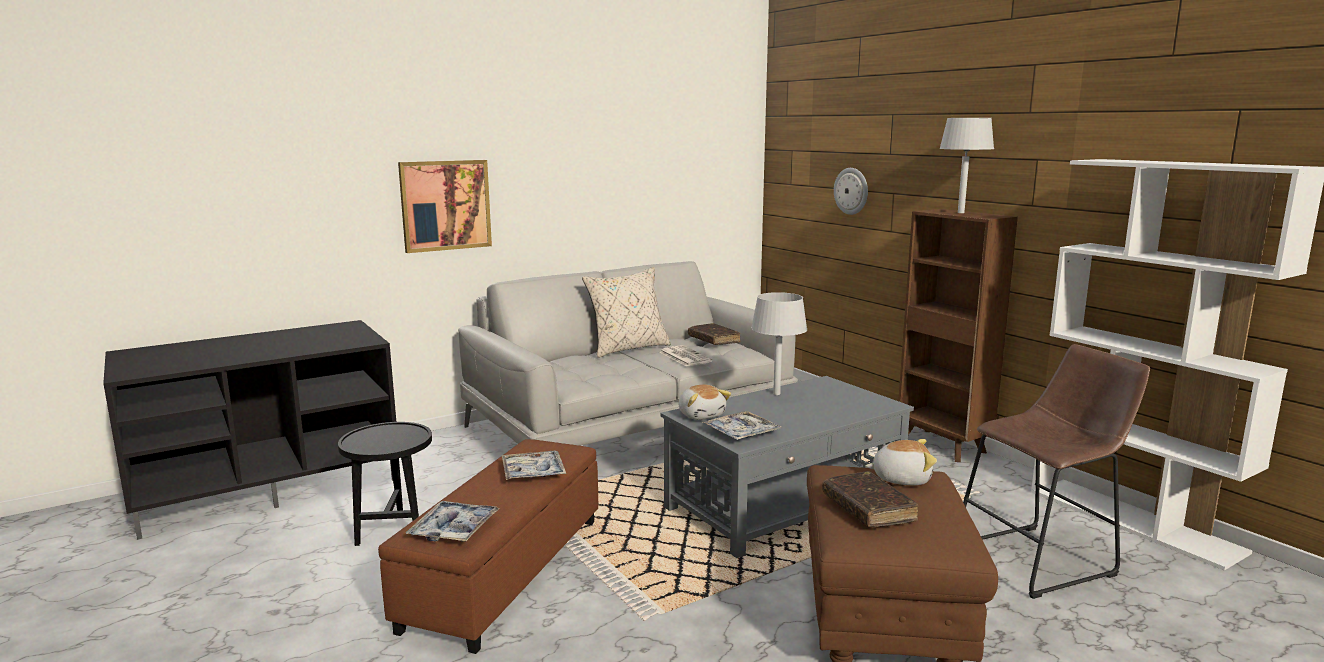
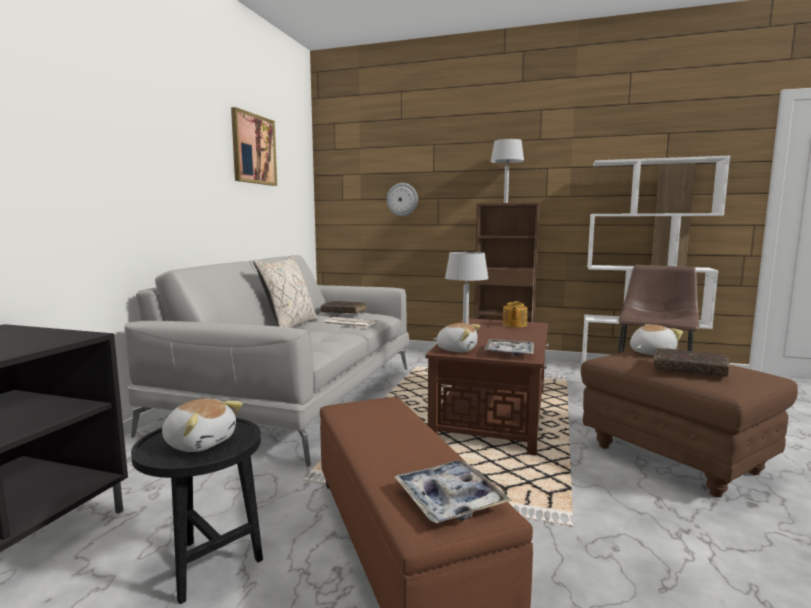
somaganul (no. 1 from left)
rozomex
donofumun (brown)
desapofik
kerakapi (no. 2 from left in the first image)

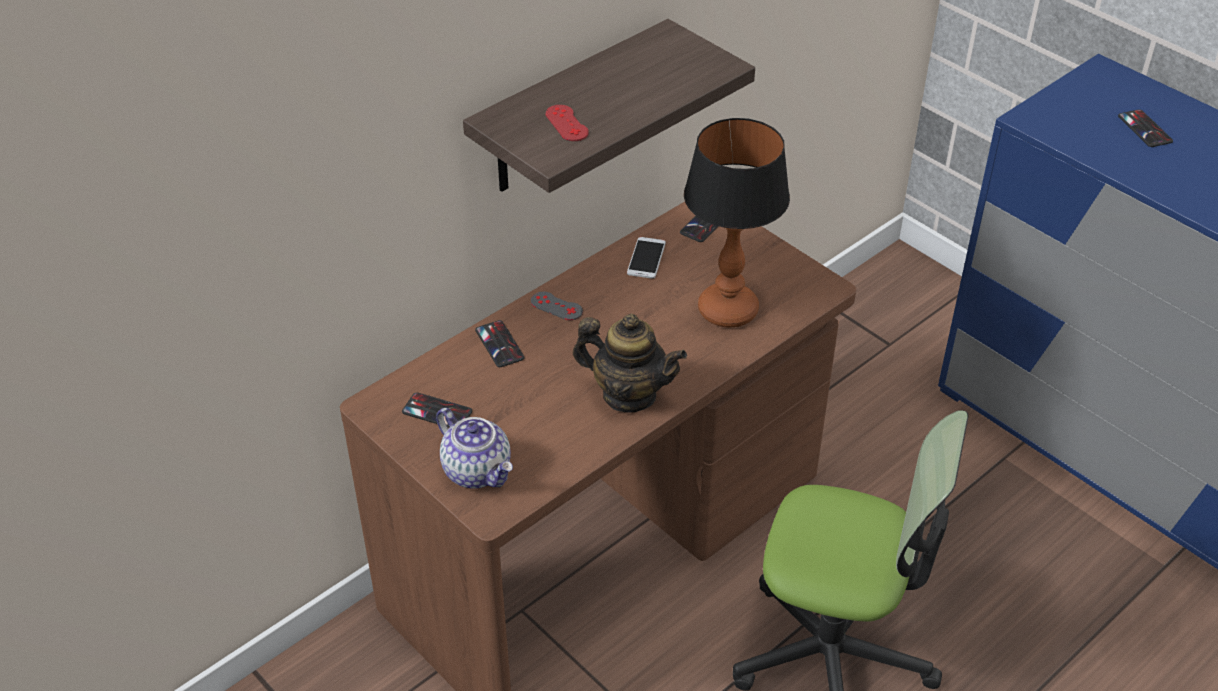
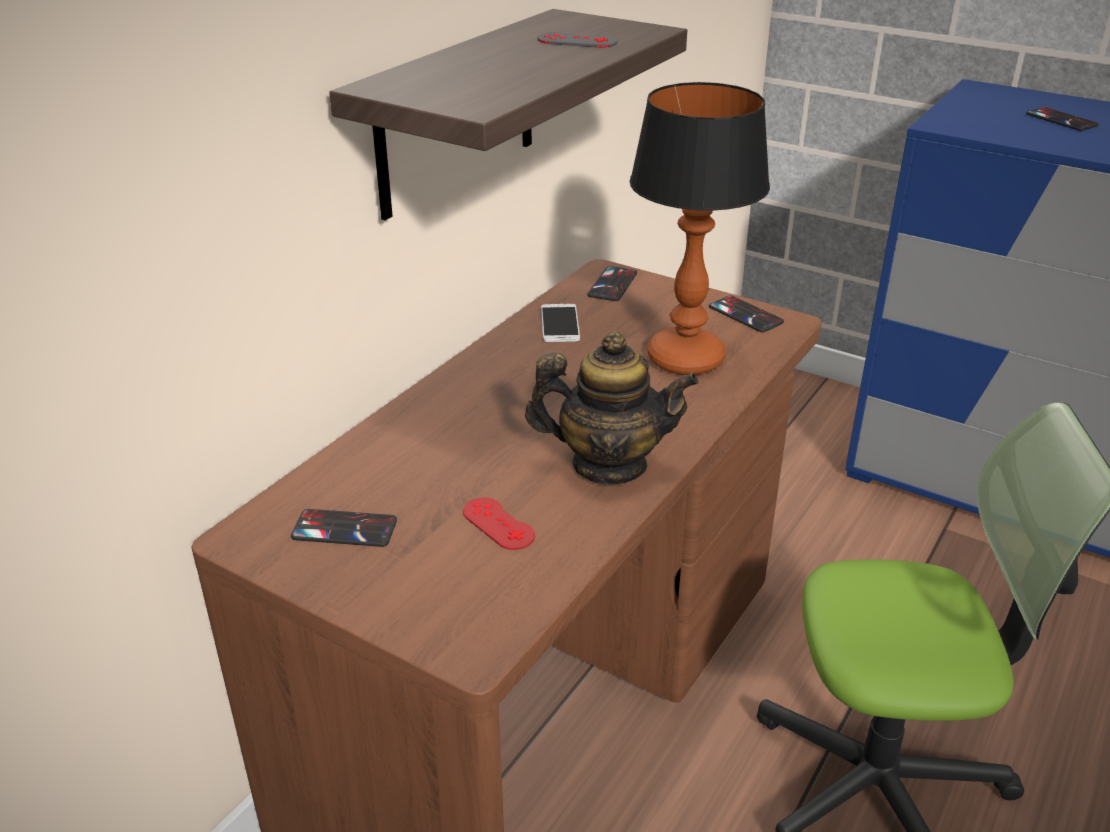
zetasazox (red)
zetasazox (grey)
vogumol (no. 4 from left)
desapofik (no. 1 from left in the first image)

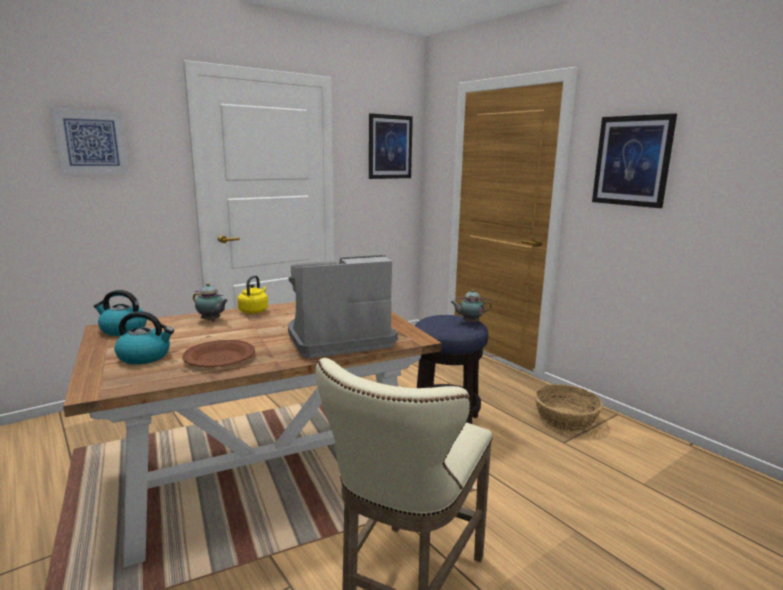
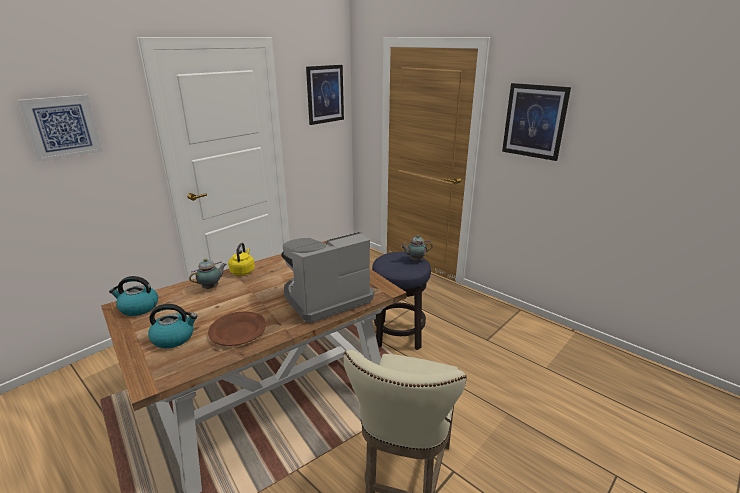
desapofik (no. 1 from left)
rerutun

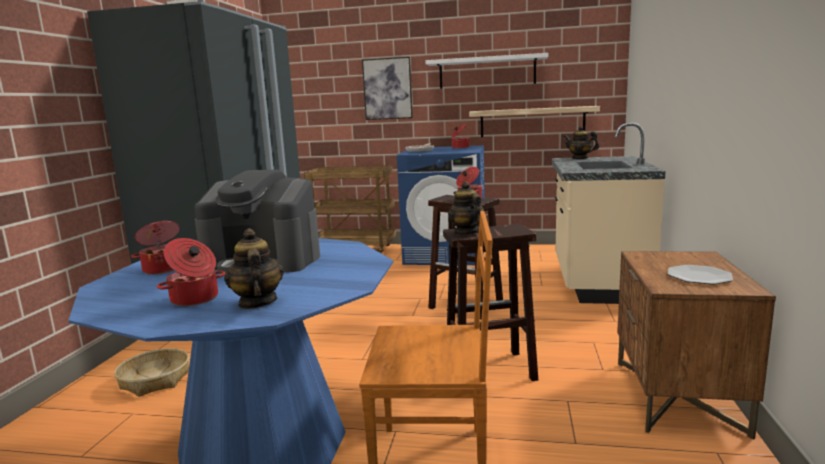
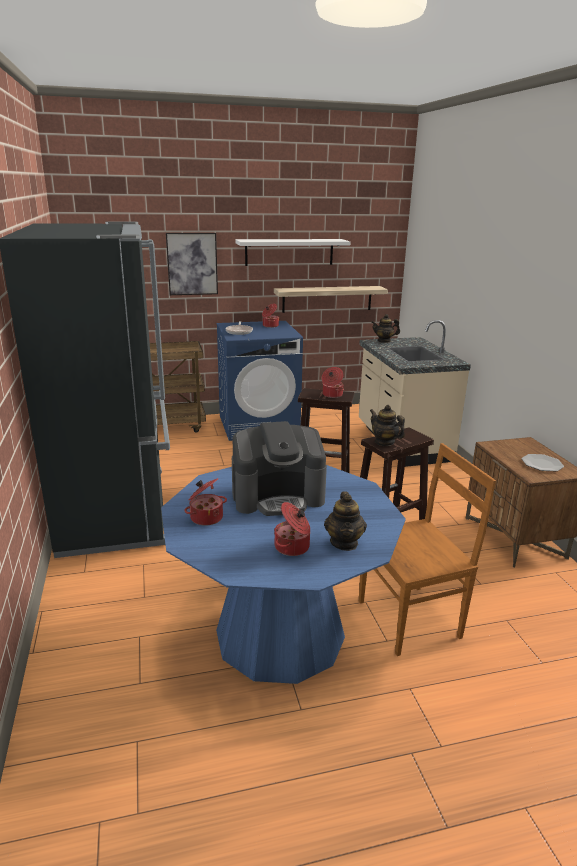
desapofik (no. 1 from left)
rerutun

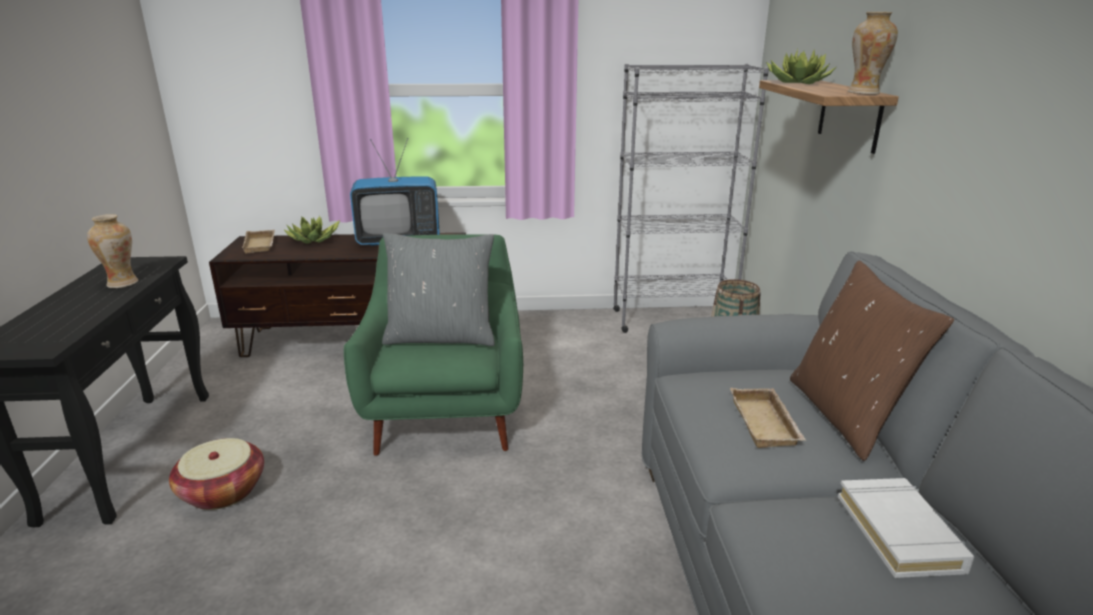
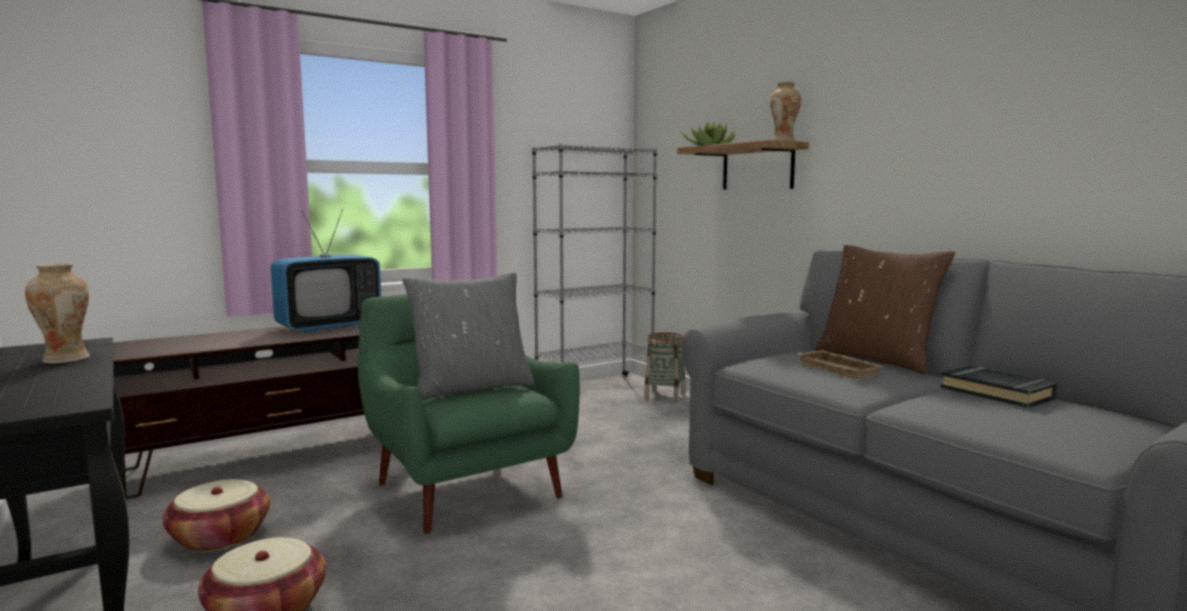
rerutun (no. 1 from left)
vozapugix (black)
kerakapi (beige) (no. 1 from left in the first image)
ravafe (no. 1 from left in the first image)

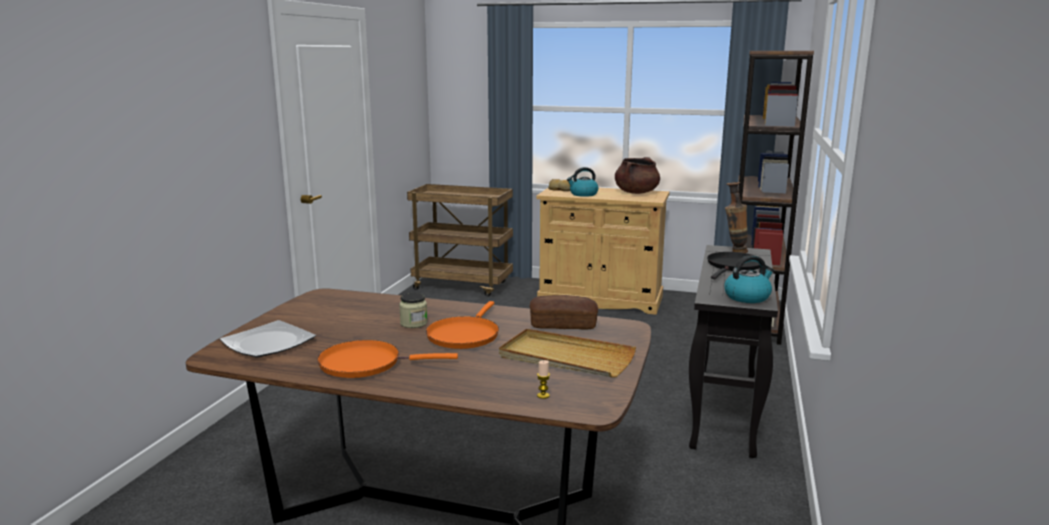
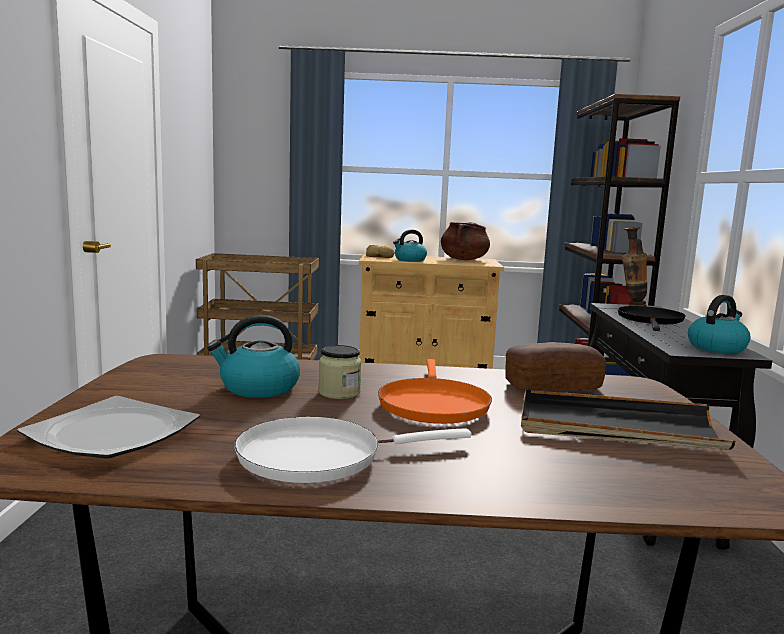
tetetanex (no. 1 from left)
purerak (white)
kerakapi (black)
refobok

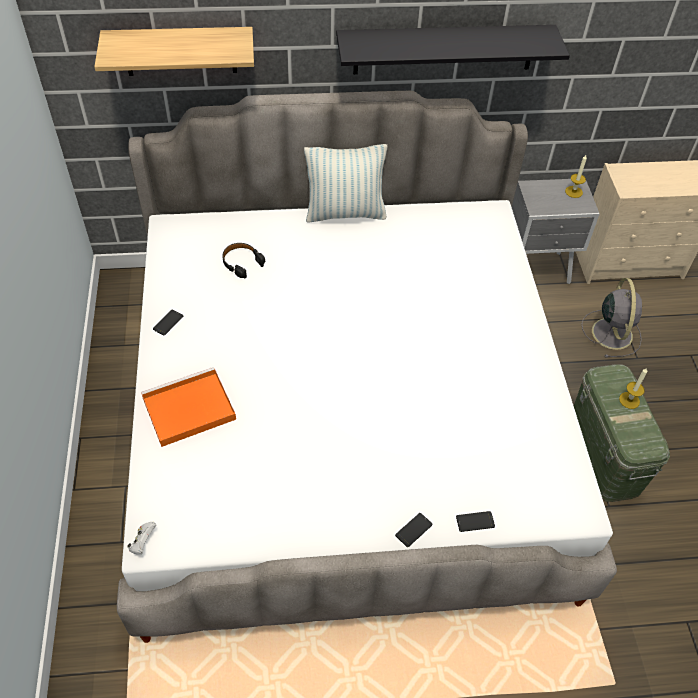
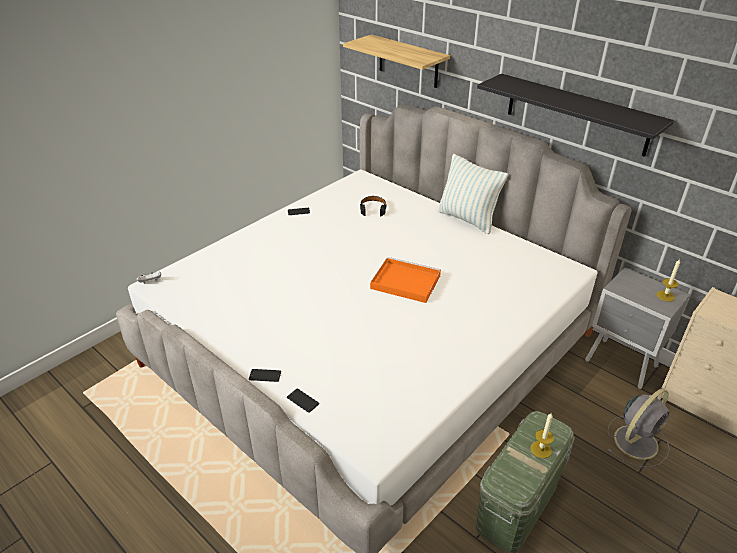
kerakapi (orange)

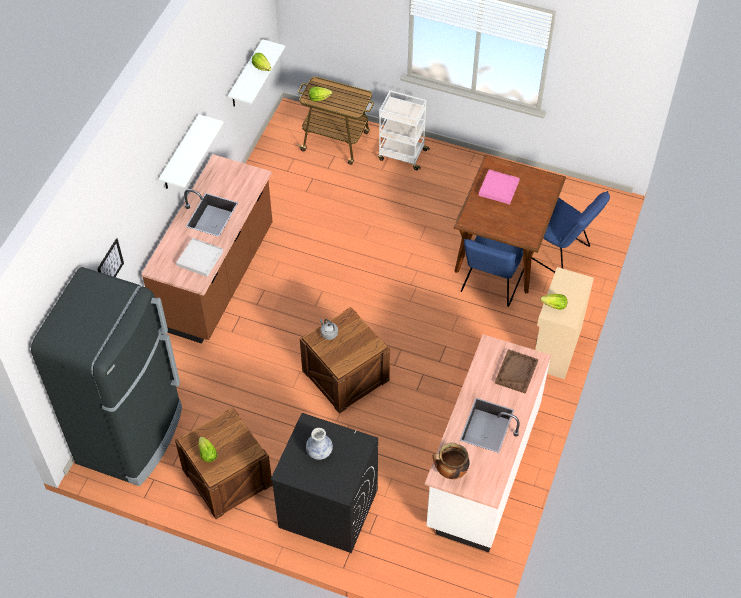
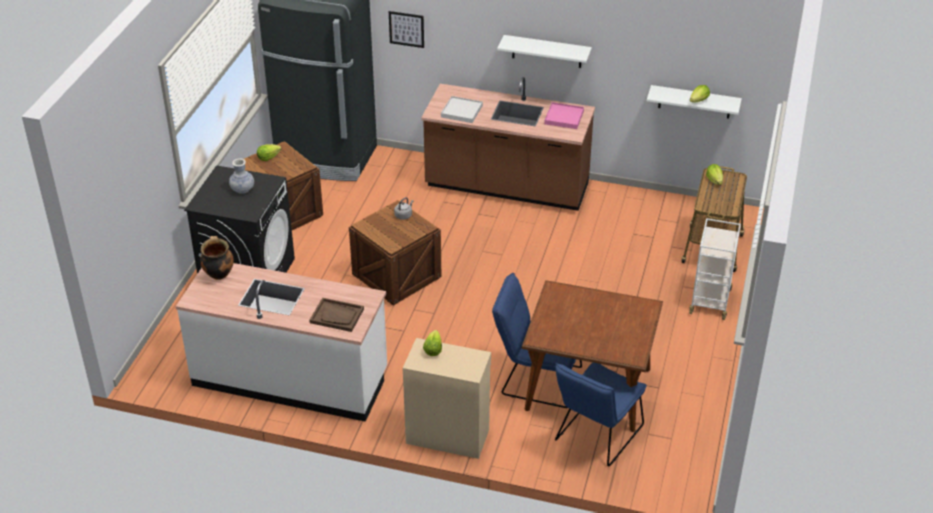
kerakapi (pink)

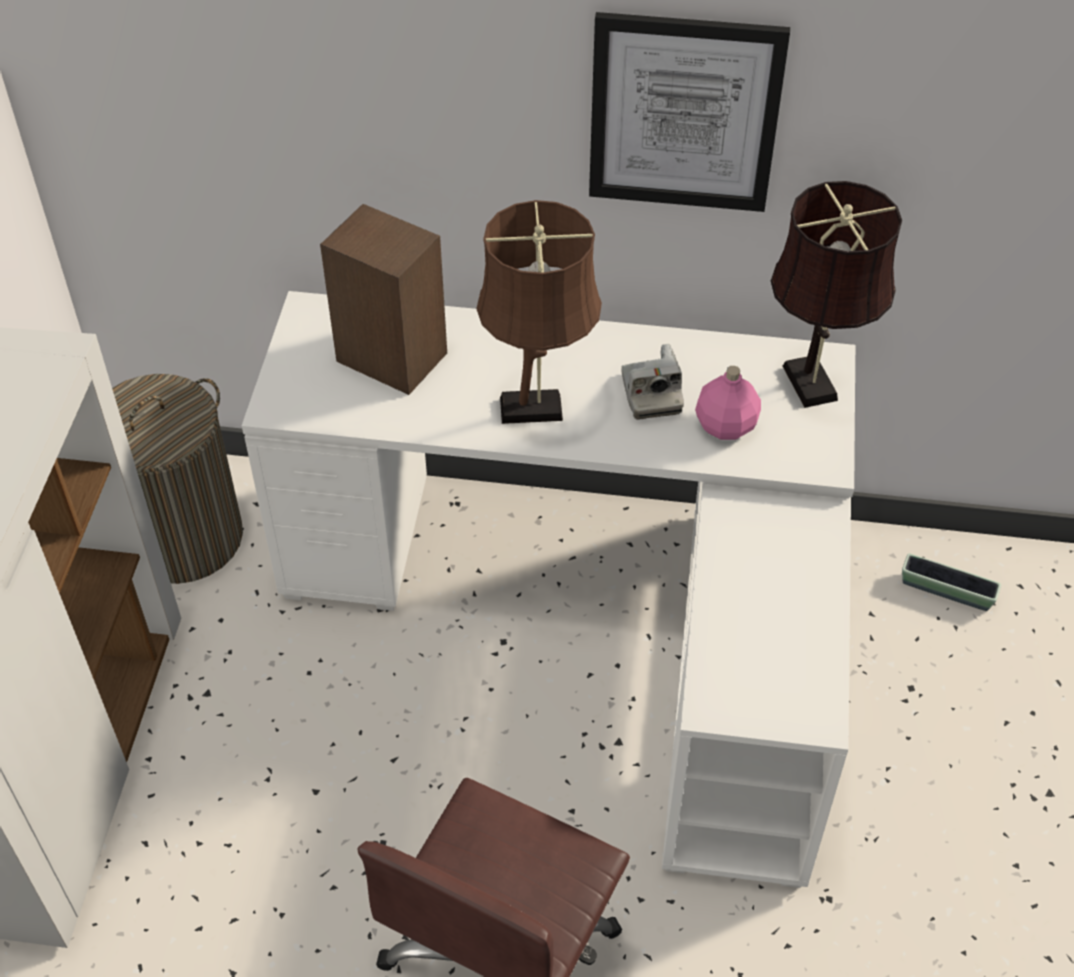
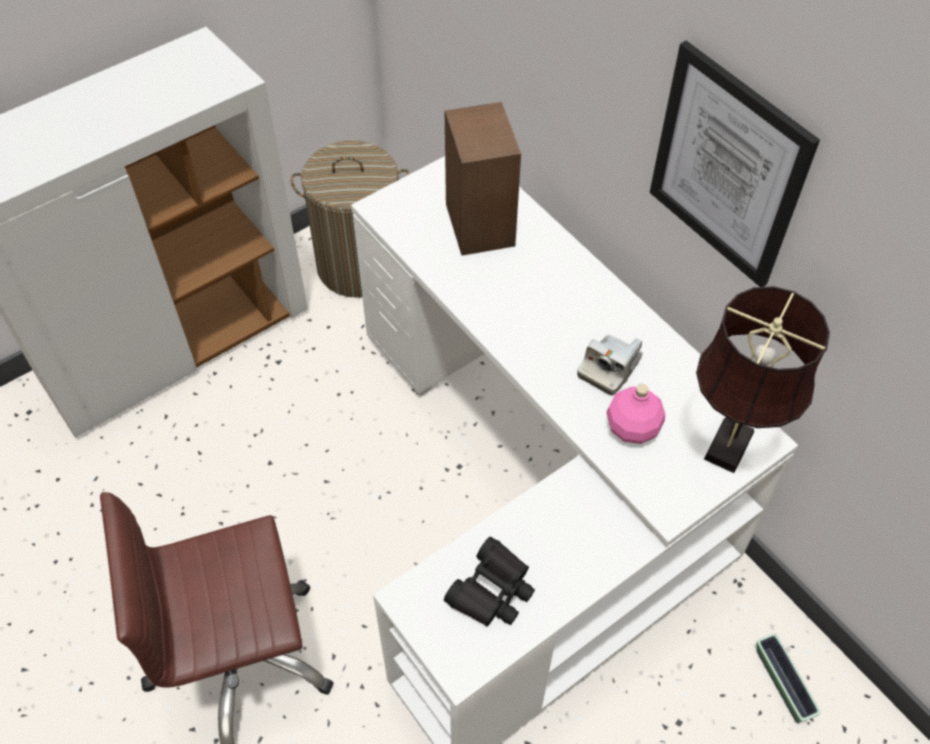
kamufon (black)
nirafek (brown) (no. 1 from left in the first image)

